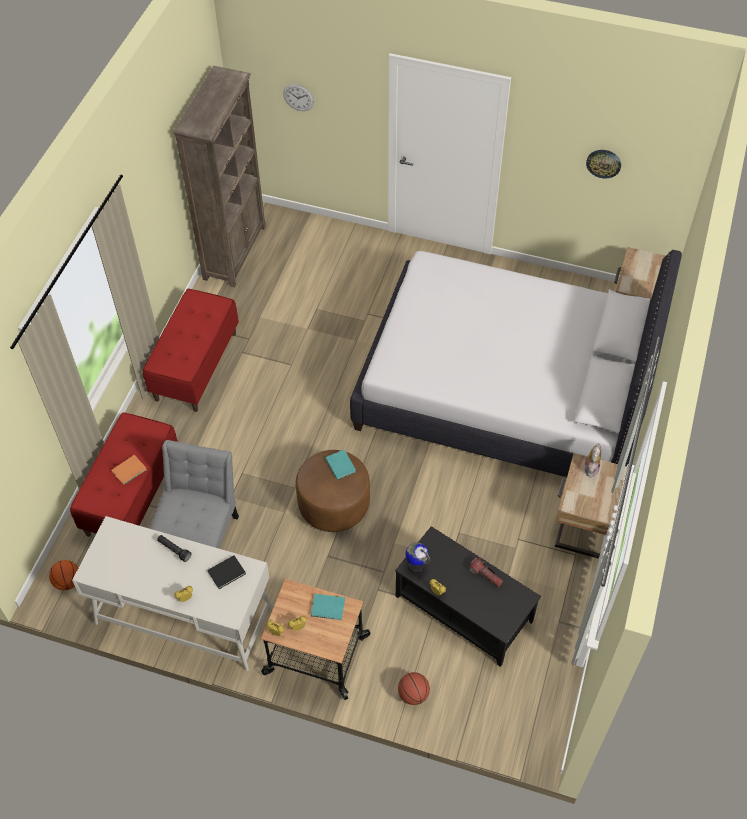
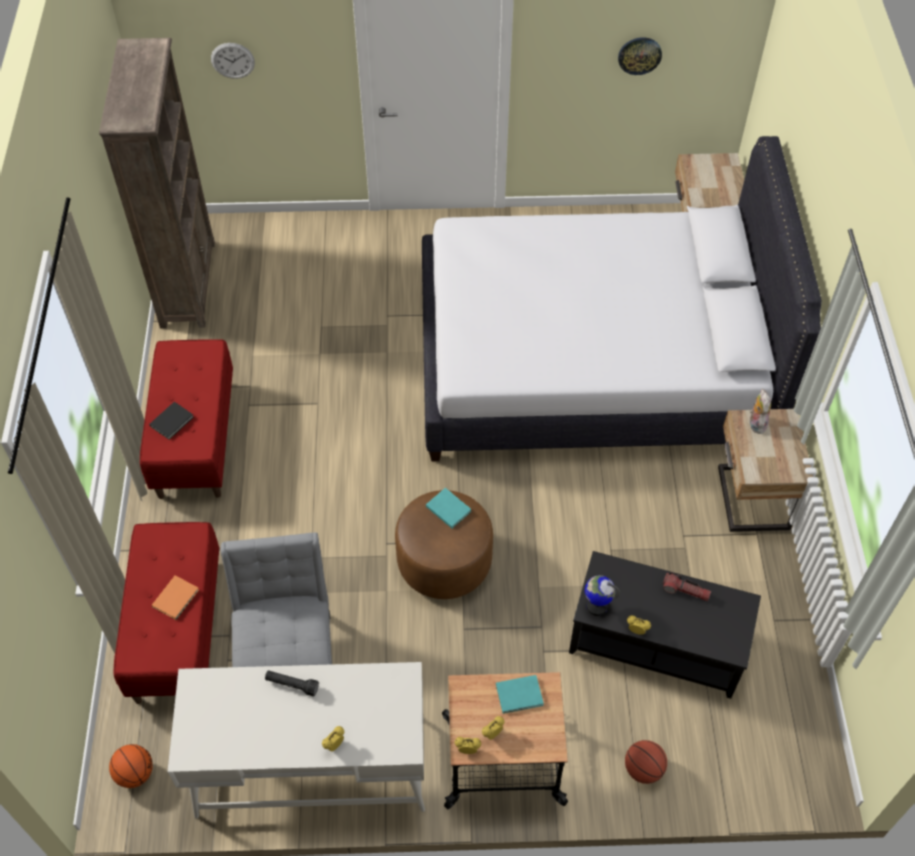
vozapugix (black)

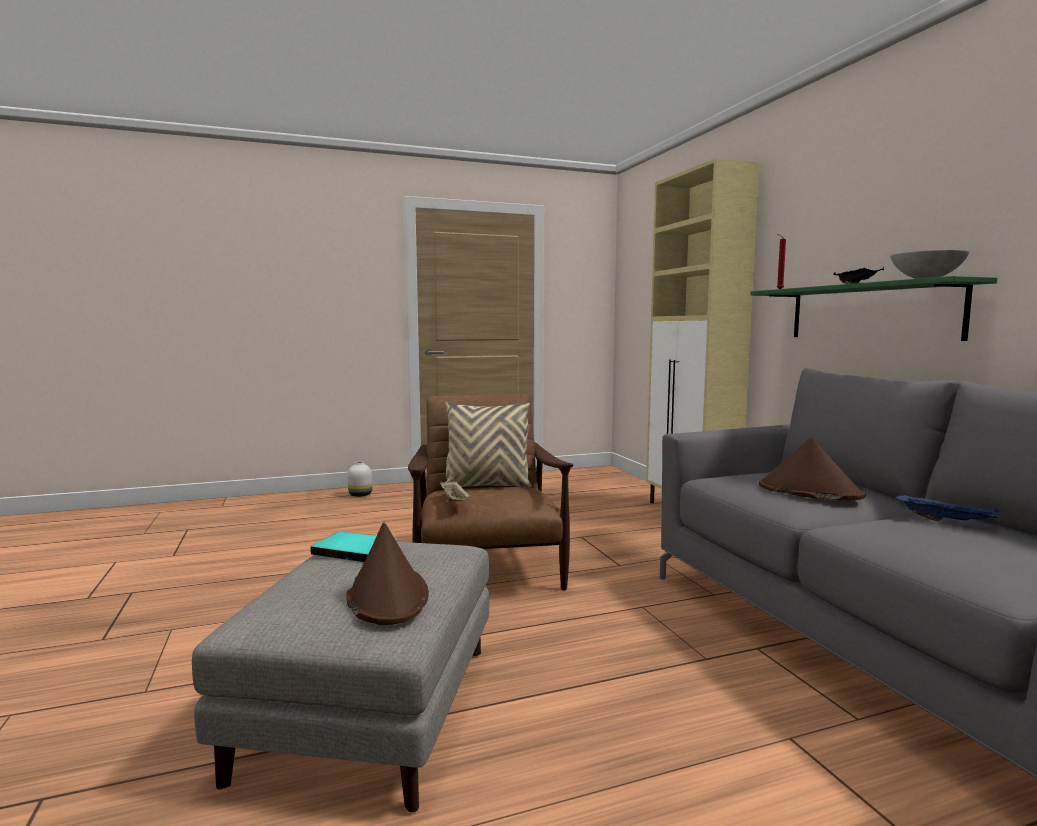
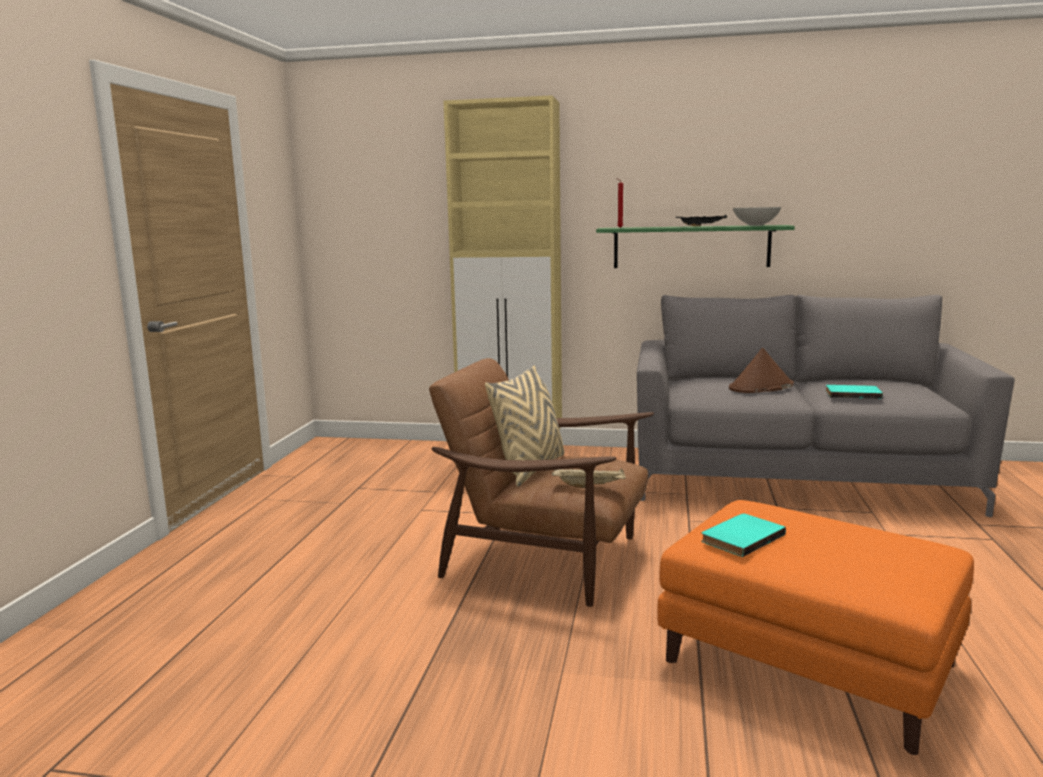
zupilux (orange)
vozapugix (turquoise) (no. 2 from left)
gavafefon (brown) (no. 1 from left in the first image)
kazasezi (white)
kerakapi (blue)

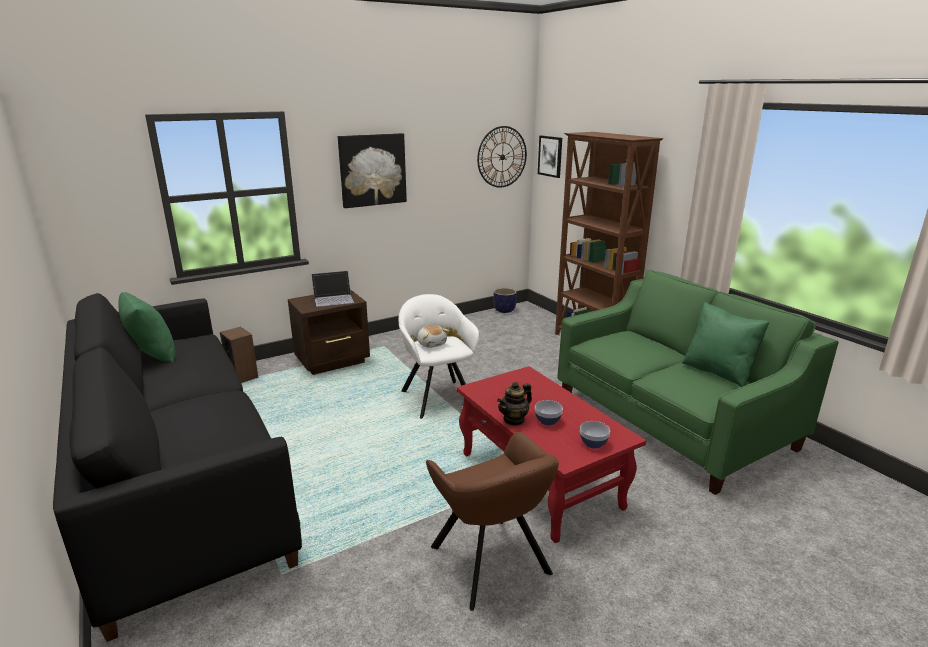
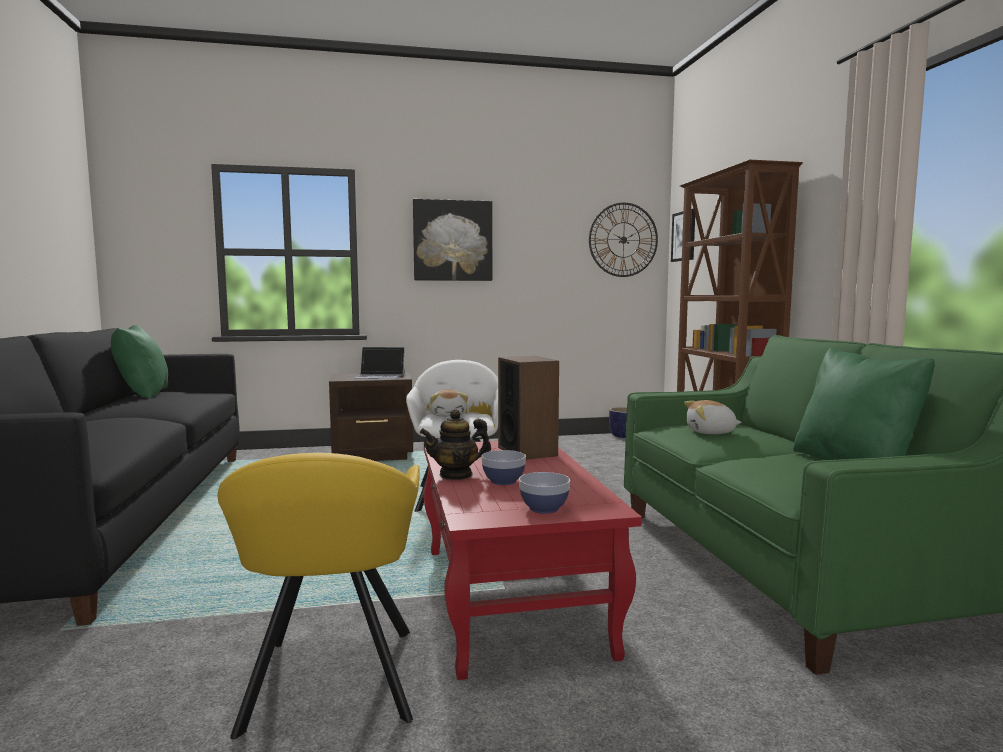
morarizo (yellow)
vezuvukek
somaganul (no. 2 from left)

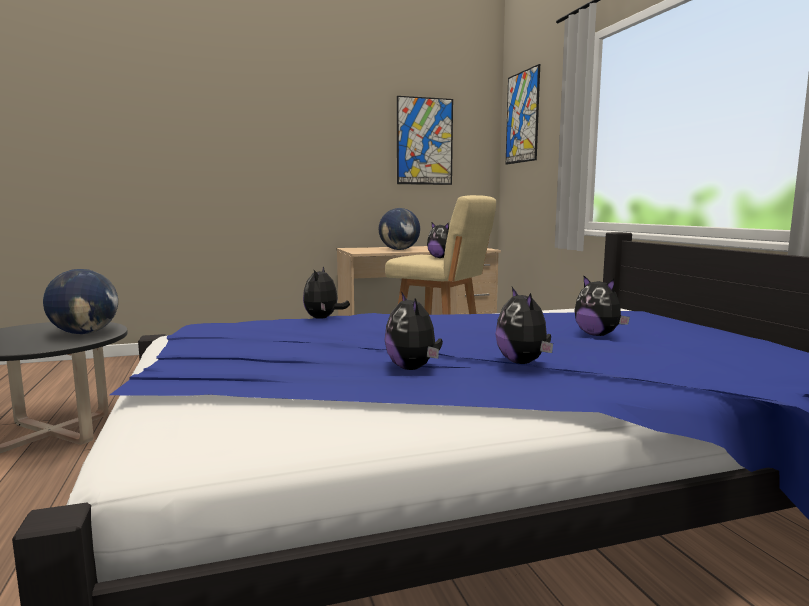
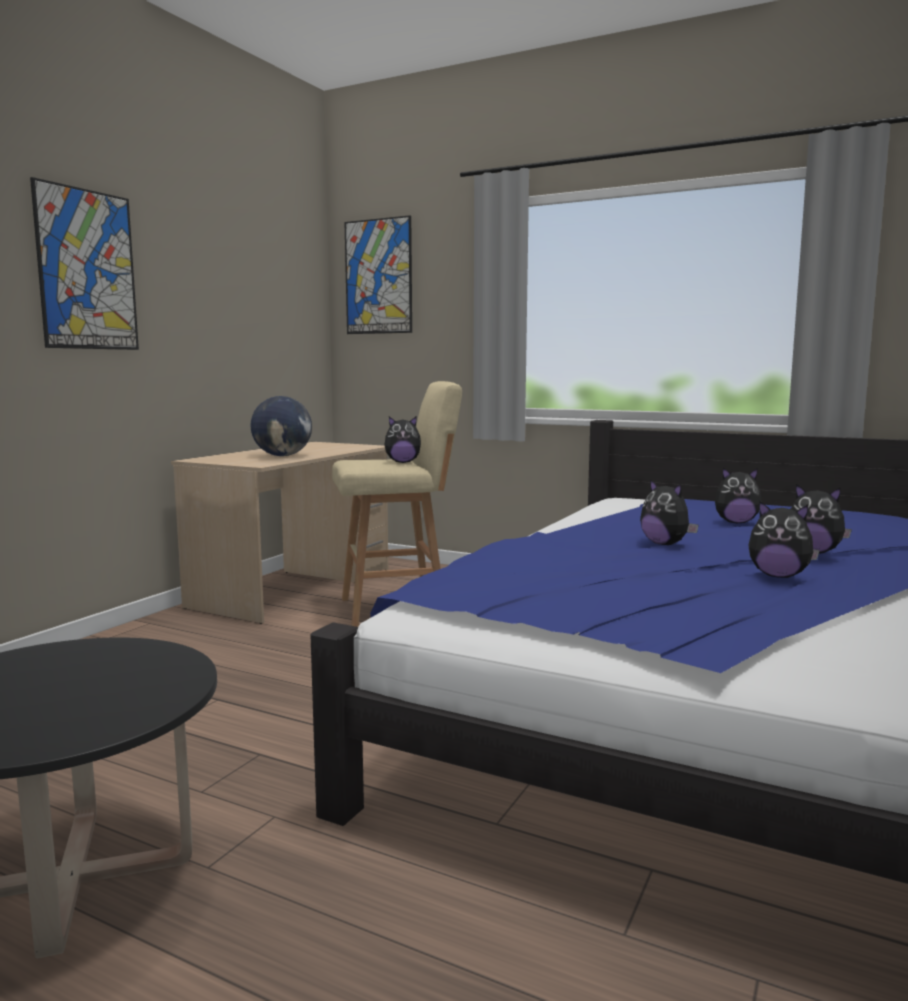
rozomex (no. 1 from left)
somaganul (no. 2 from left)
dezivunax (no. 1 from left in the first image)

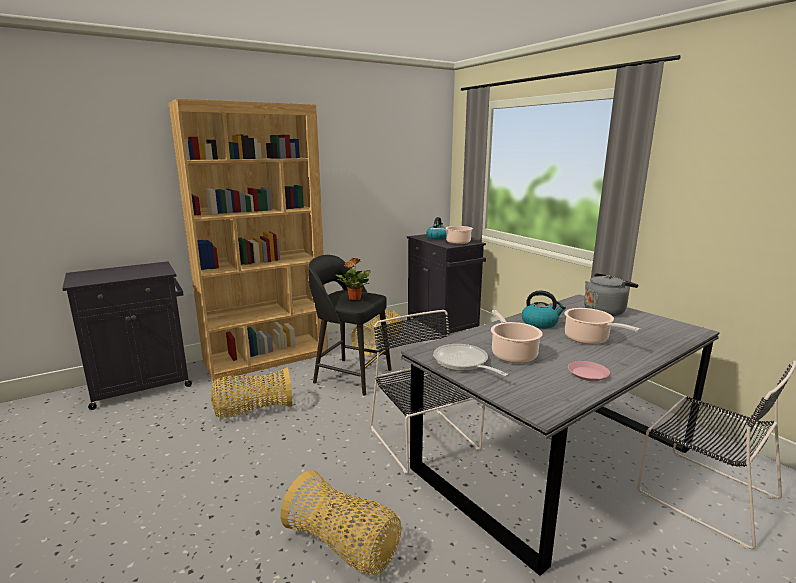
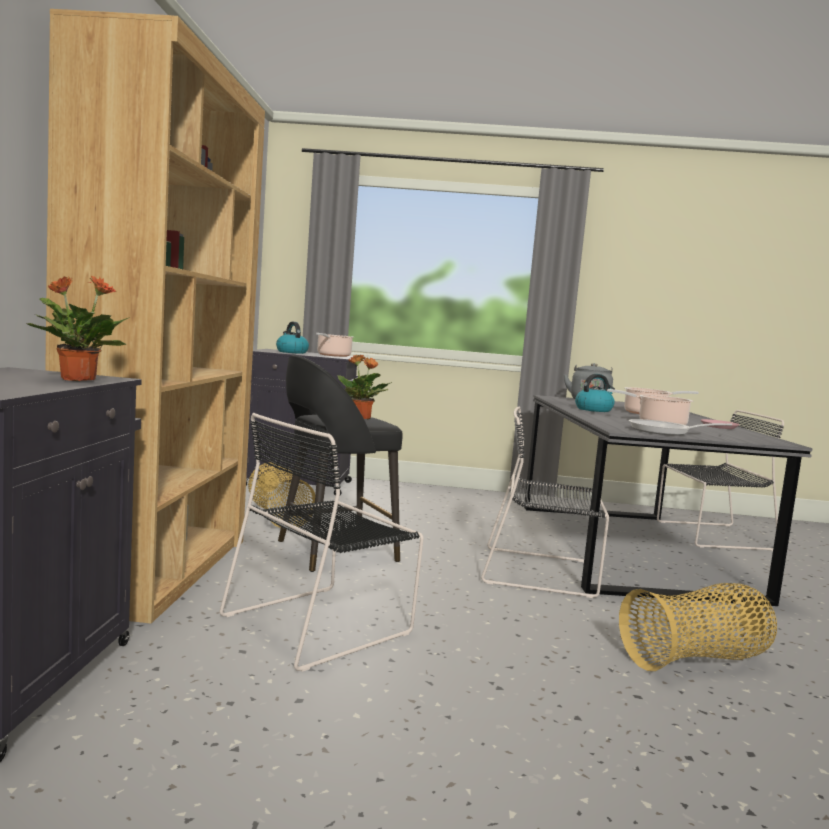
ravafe (no. 1 from left)
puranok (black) (no. 1 from left)

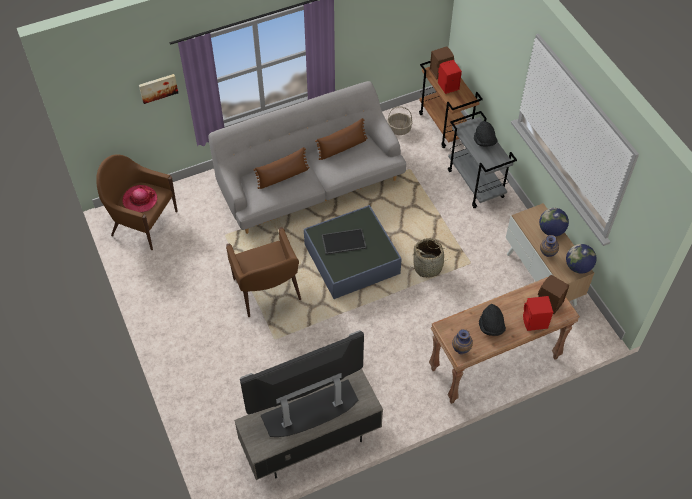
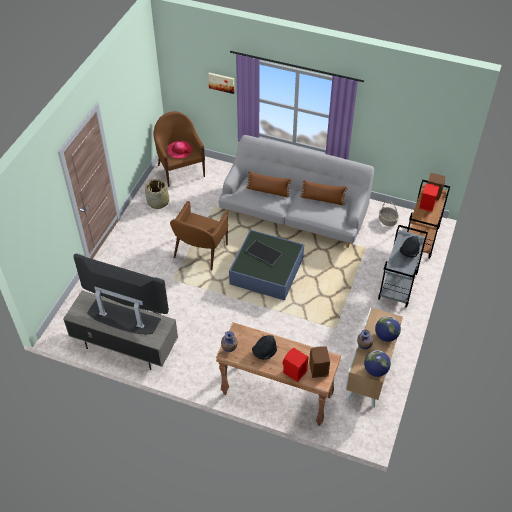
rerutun (no. 1 from left)

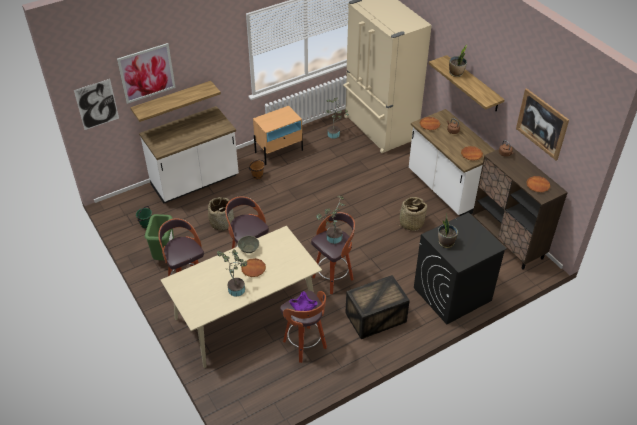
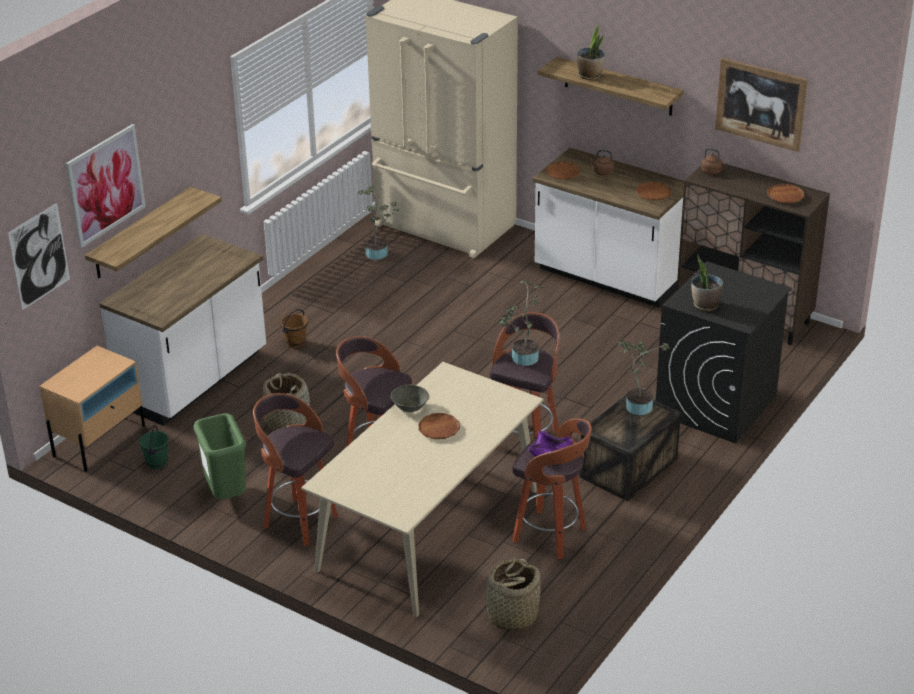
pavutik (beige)
rerutun (no. 2 from left)
ravafe (no. 4 from left)

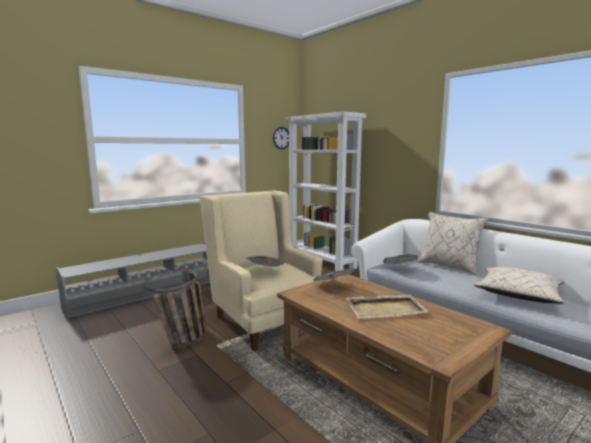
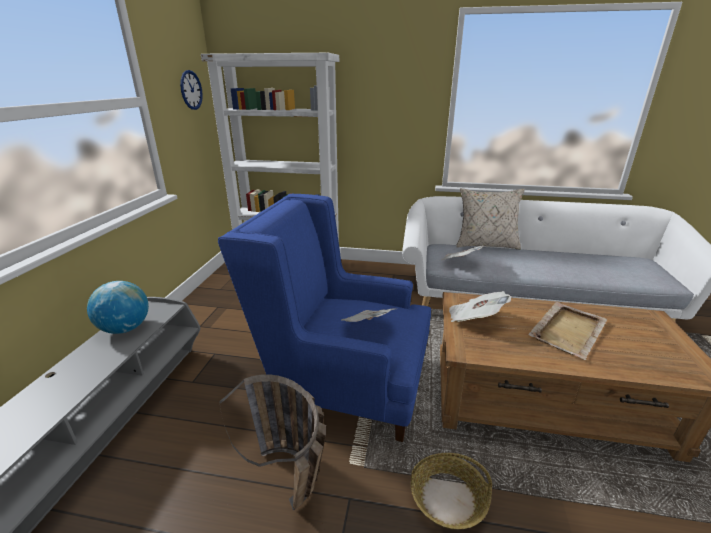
dezivunax
morarizo (blue)
rerutun (no. 2 from left)
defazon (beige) (no. 2 from left in the first image)

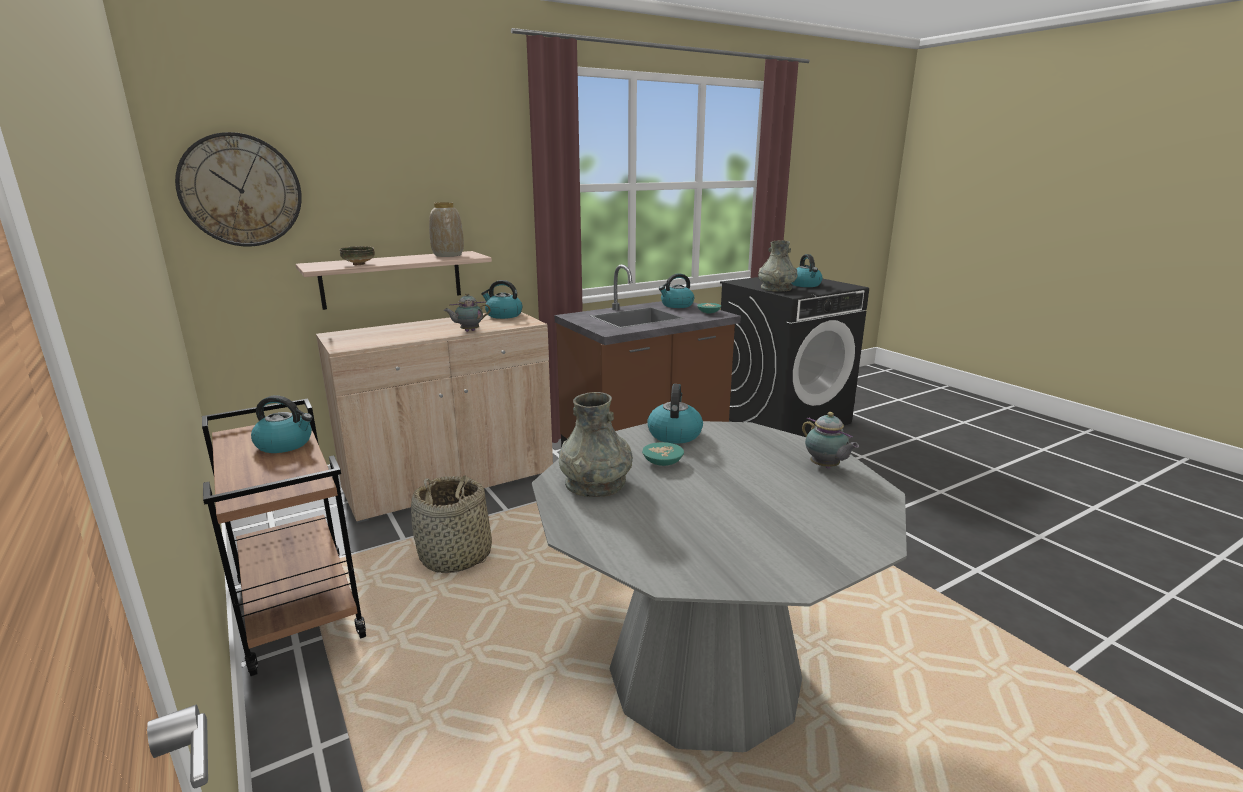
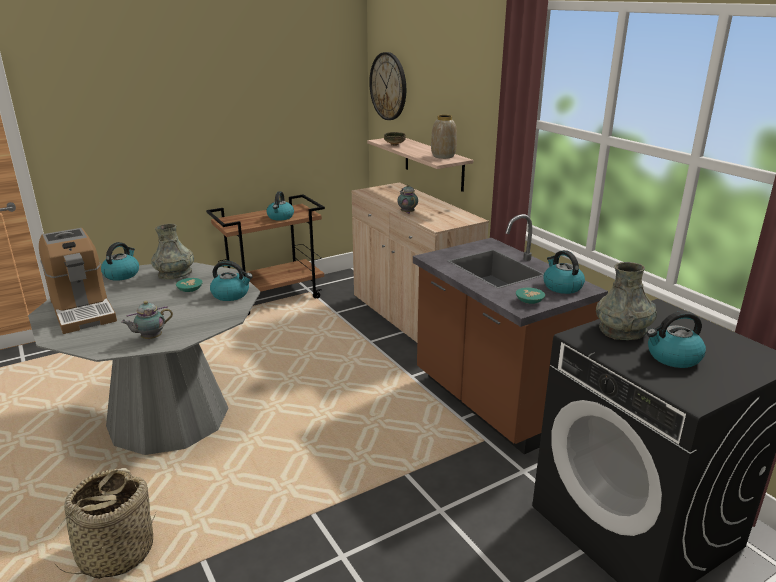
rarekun
rerutun
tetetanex (no. 1 from left)

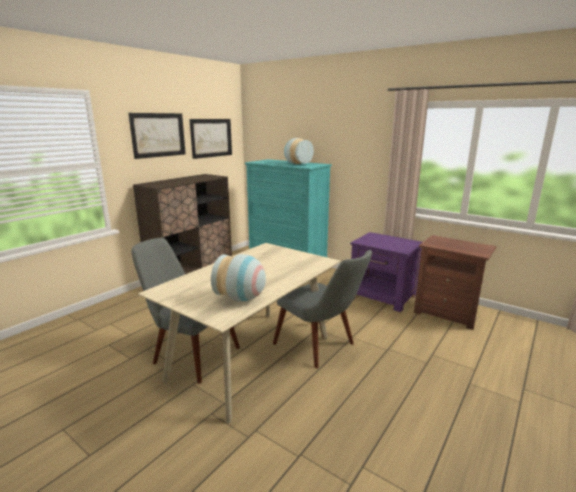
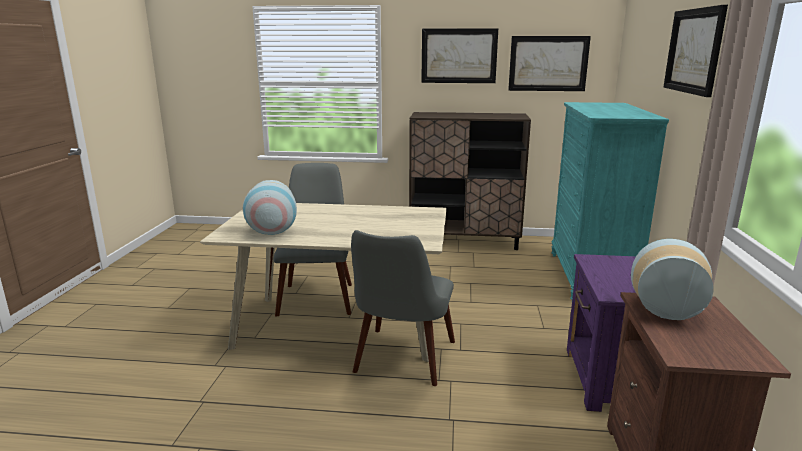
kazasezi (no. 2 from left)
rozomex (no. 3 from left)

